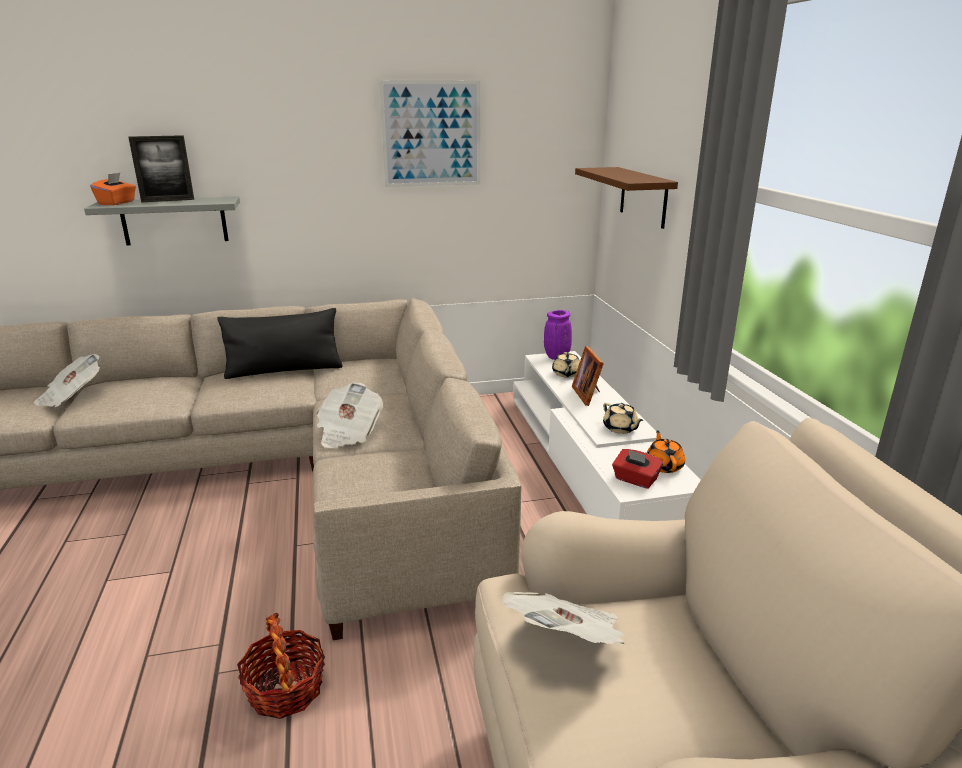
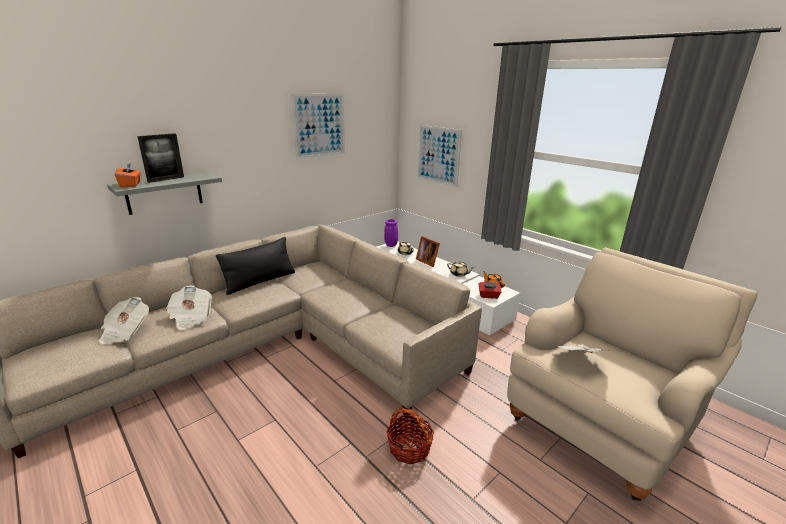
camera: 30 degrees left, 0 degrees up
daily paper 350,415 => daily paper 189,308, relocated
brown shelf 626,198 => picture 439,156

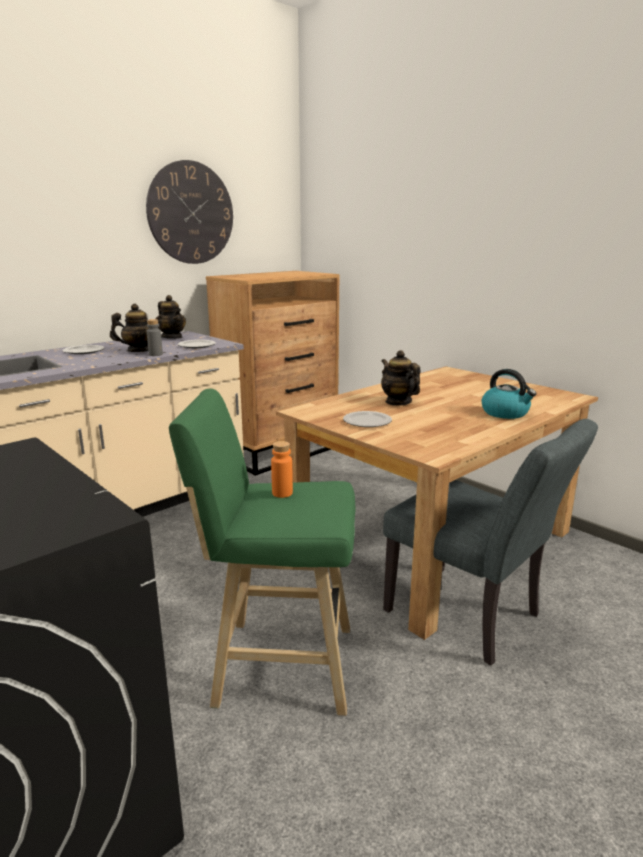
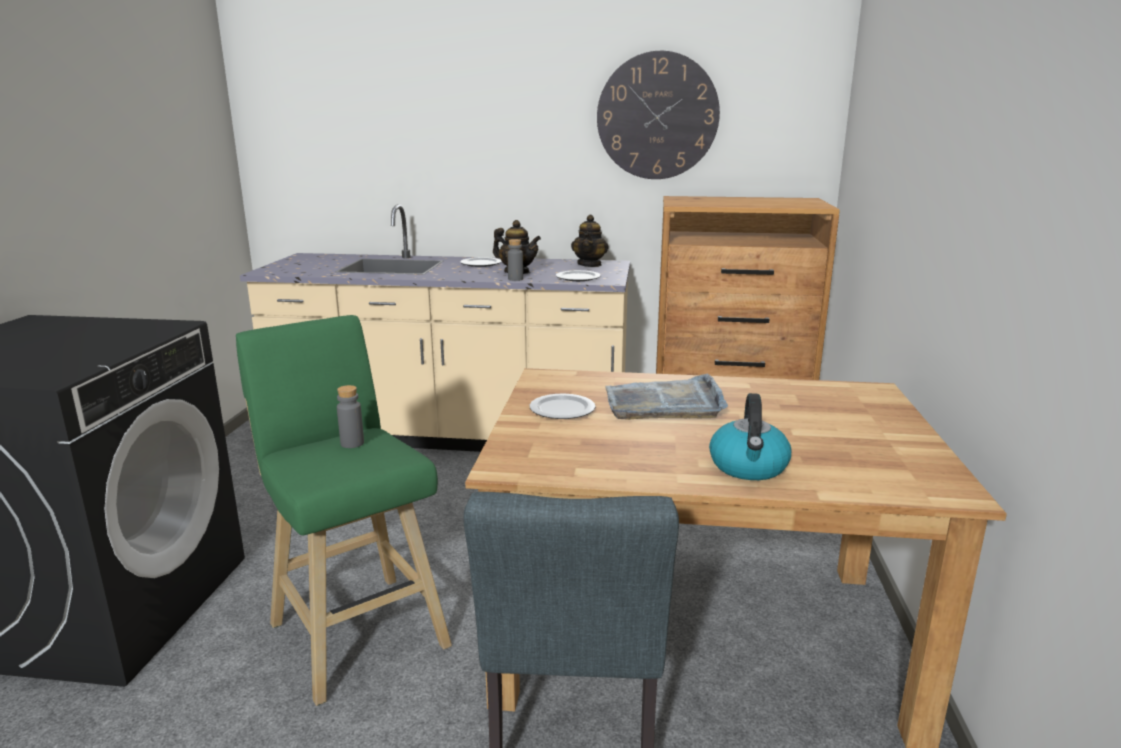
camera: 50 degrees right, 0 degrees up
orangey beverage bottle 282,469 => grey beverage bottle 350,416
tea pot 401,378 => grey serving tray 666,397

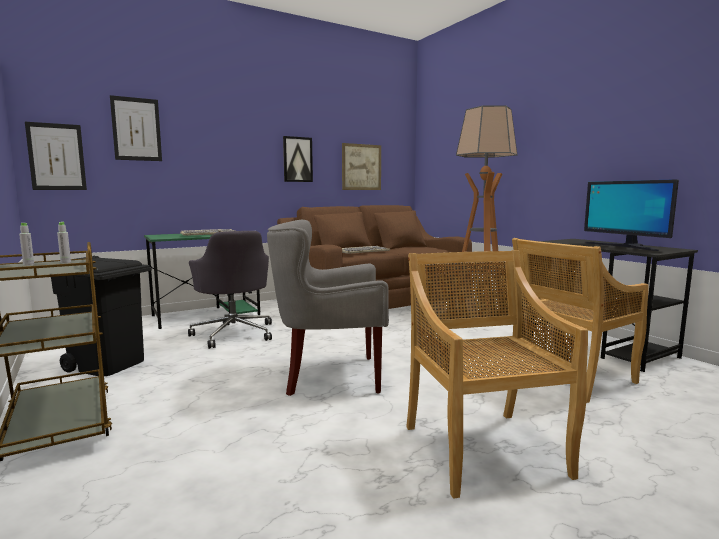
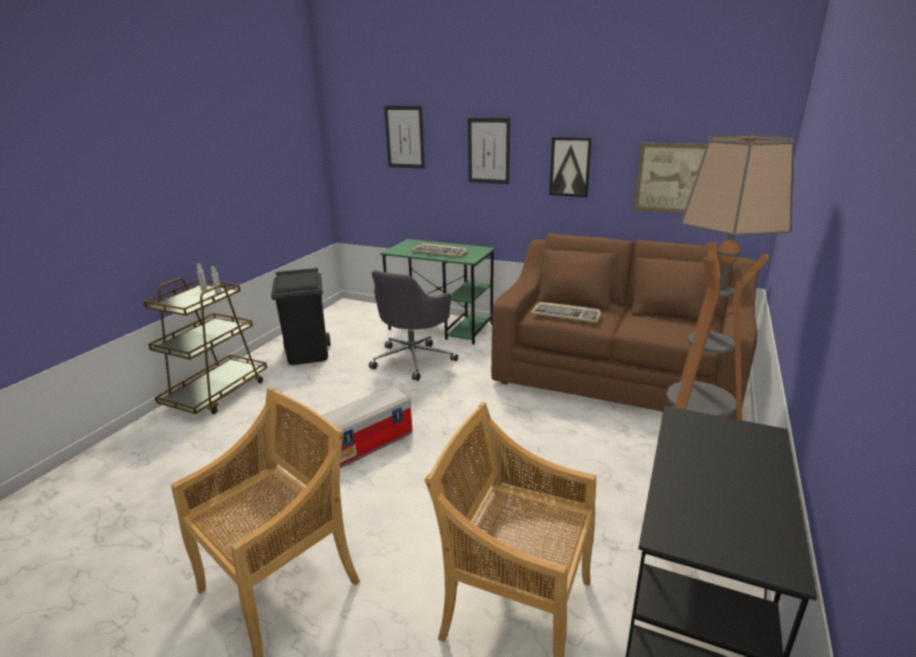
camera: 55 degrees right, 15 degrees up
picture 56,156 => picture 489,151, relocated
grey armchair 328,308 => storage container 363,427
computer screen 631,215 => nothing

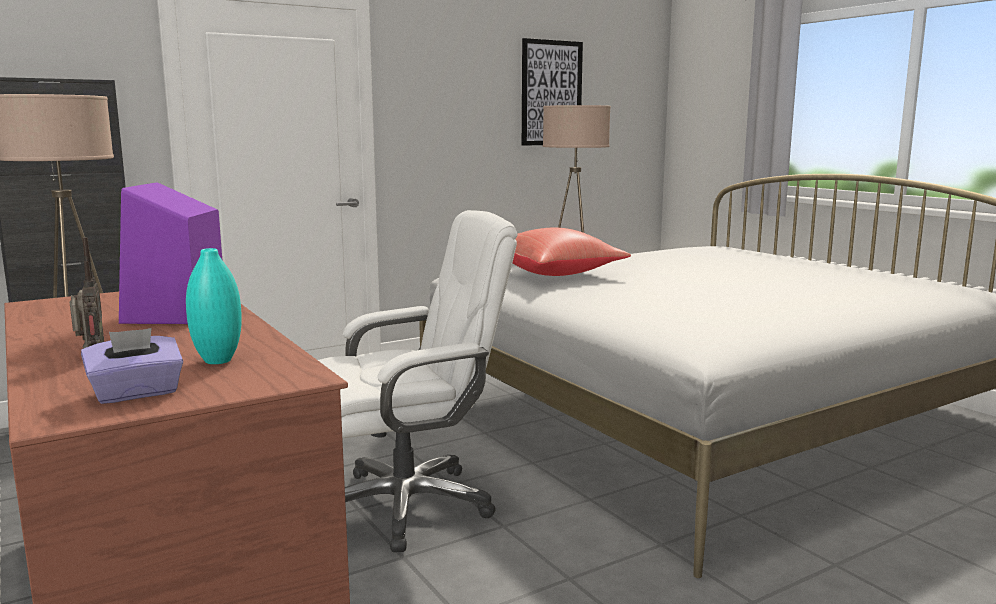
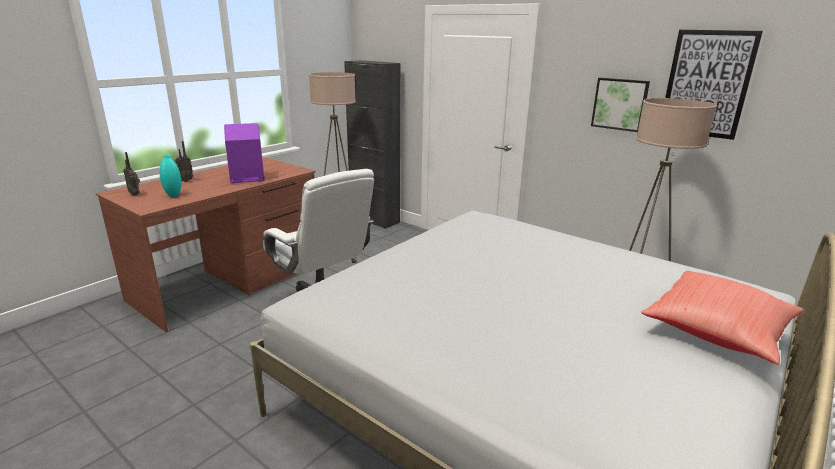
camera: 70 degrees right, 10 degrees up
purplish box of tissues 132,366 => radio 132,174
red cushion 571,252 => red cushion 722,318, relocated
nothing => picture 620,105

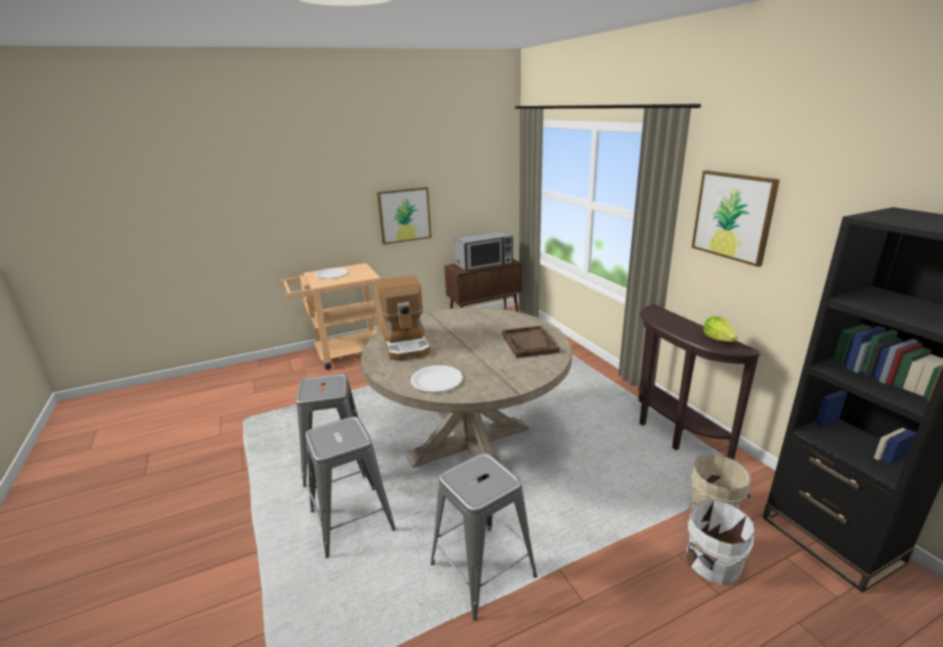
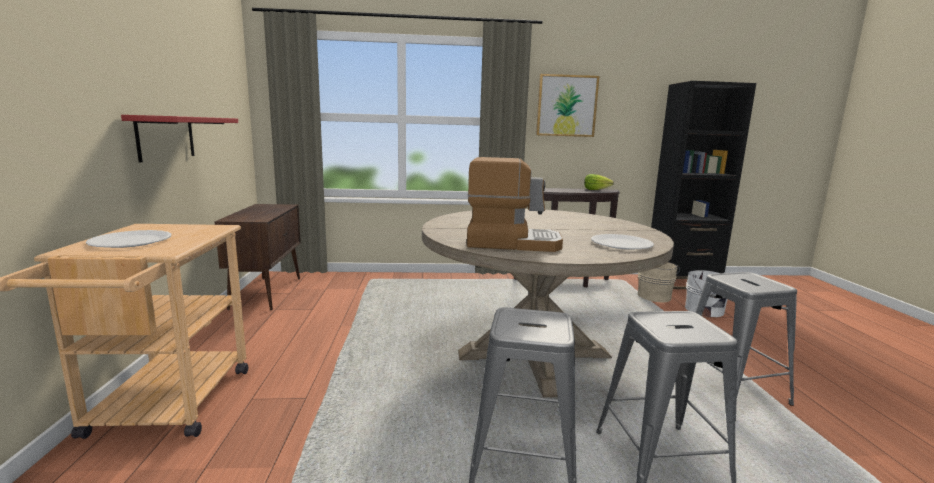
camera: 70 degrees left, 10 degrees down
picture 404,216 => red shelf 179,139
microwave 484,251 => nothing
brown serving tray 531,342 => nothing

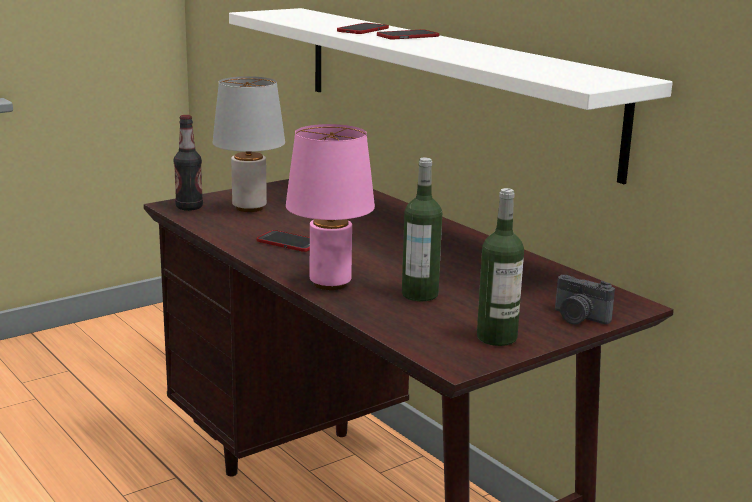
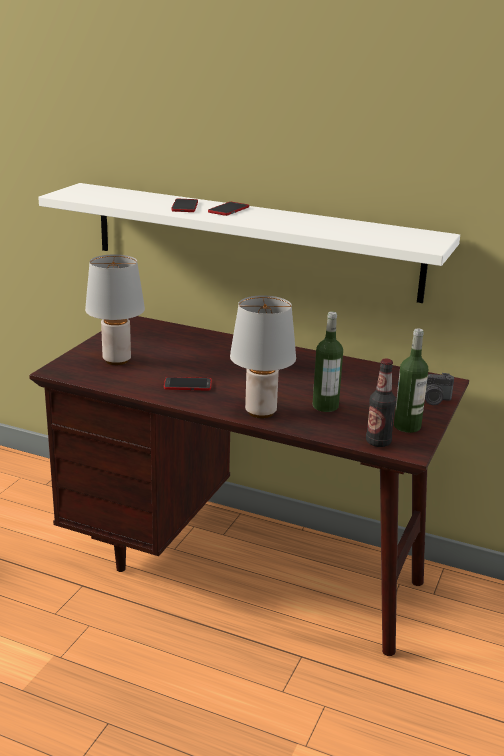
camera: 30 degrees left, 5 degrees up
beverage bottle 188,163 => beverage bottle 381,403, relocated
pinkish tabletop lamp 330,207 => grey tabletop lamp 263,356

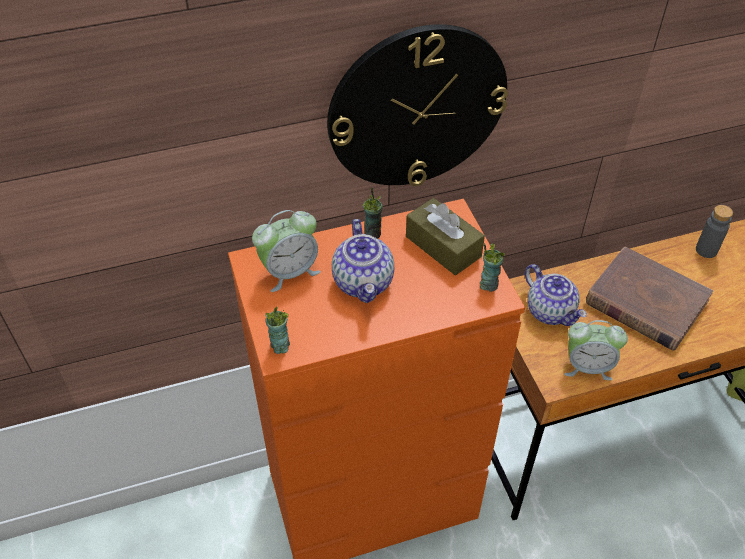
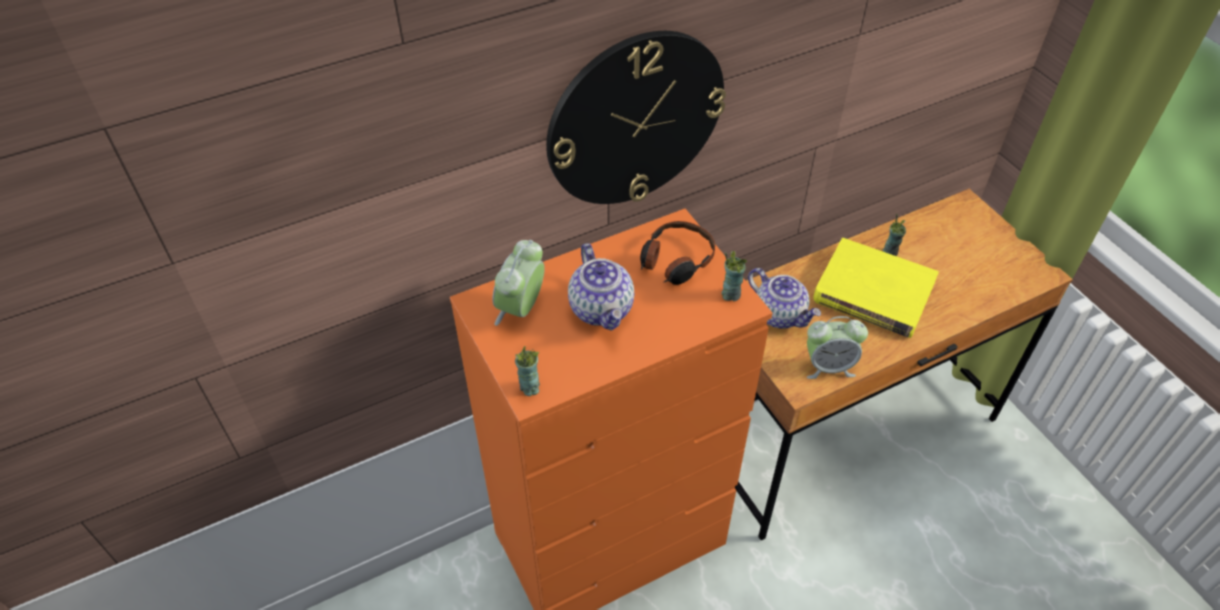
camera: 10 degrees left, 0 degrees up
bedside clock 286,251 => bedside clock 519,283, 150 degrees clockwise
small cup 373,213 => small cup 894,235, relocated
brown box of tissues 445,236 => headset 677,253
brown book 649,299 => yellowish book 876,288
grey beverage bottle 714,231 => nothing

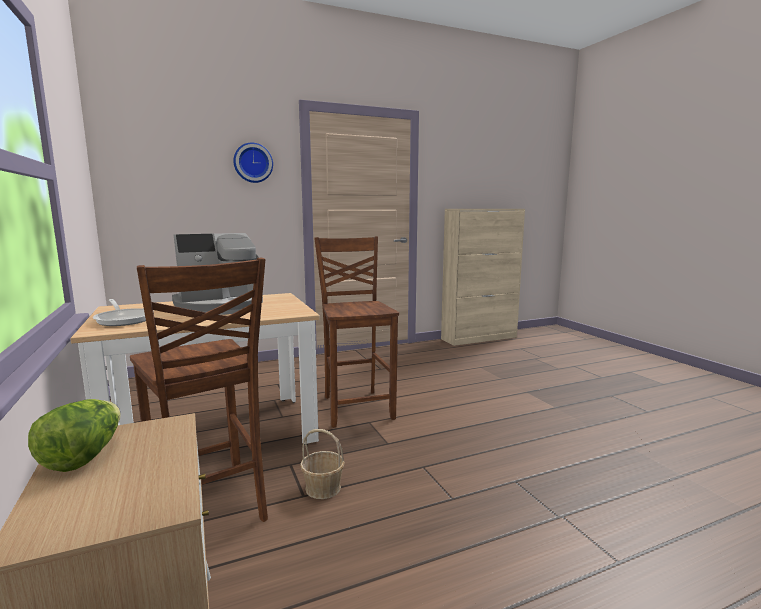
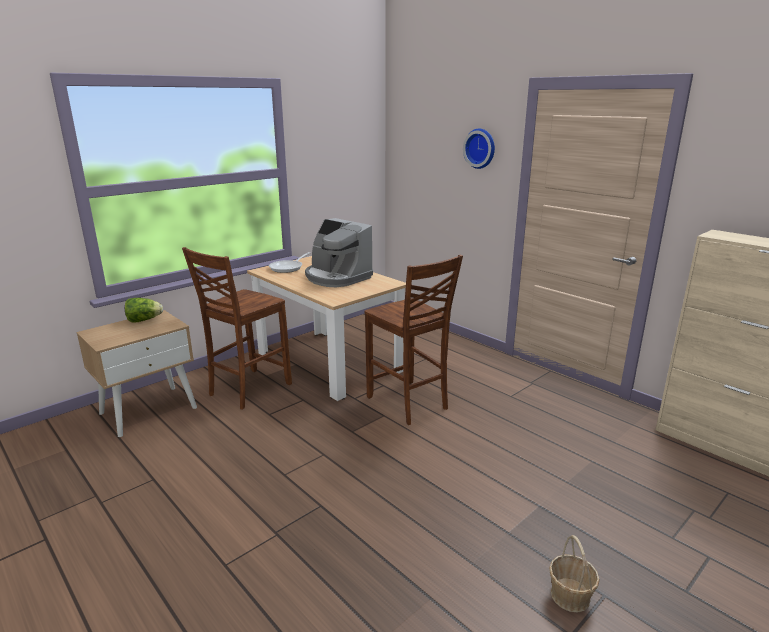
camera: 70 degrees right, 10 degrees up
household basket 322,464 => household basket 574,573, relocated
brown plain chair 356,332 => brown plain chair 413,340, 90 degrees clockwise

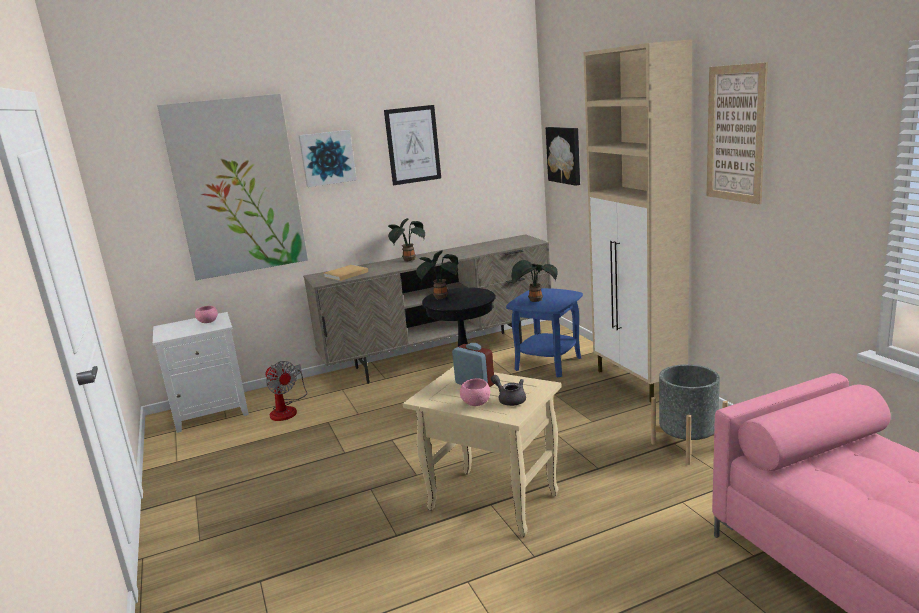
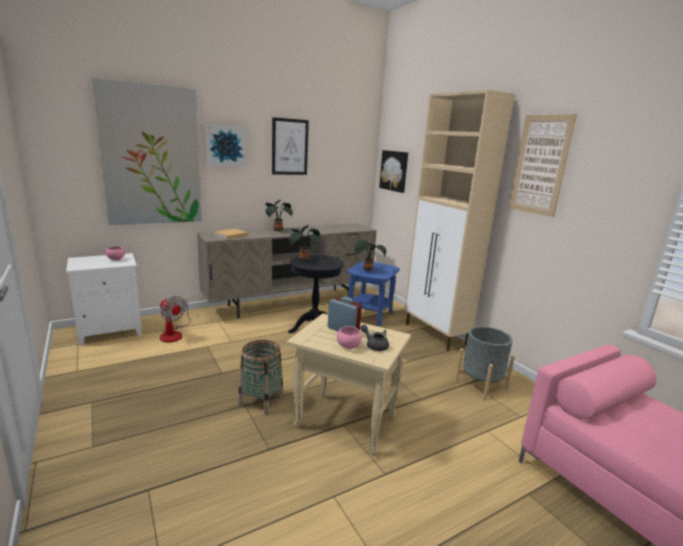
camera: 10 degrees left, 0 degrees up
nothing => household basket 260,377

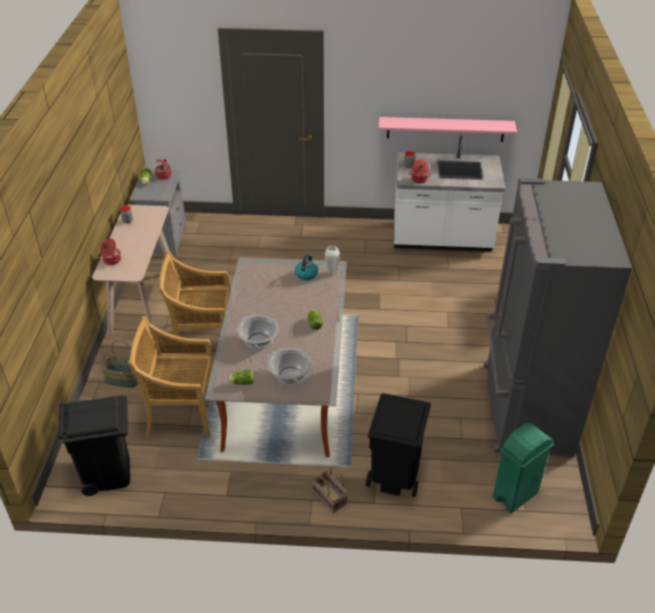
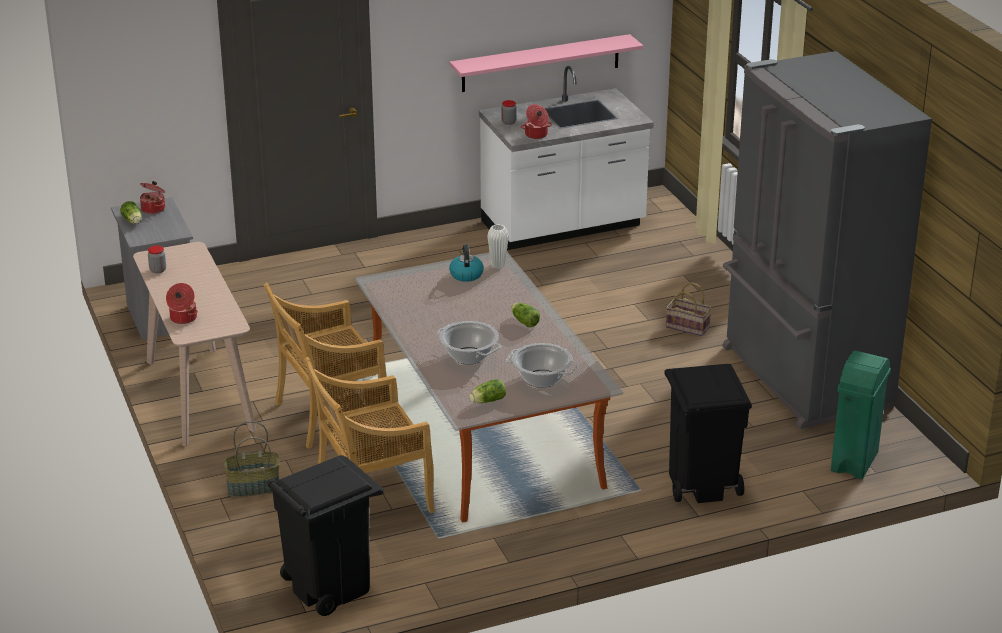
camera: 25 degrees left, 10 degrees down
household basket 330,489 => household basket 689,309, relocated

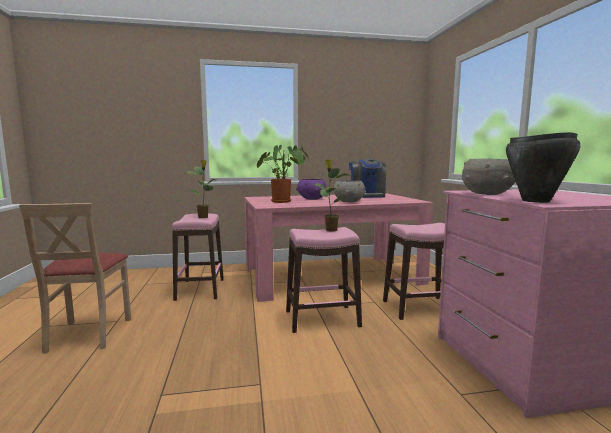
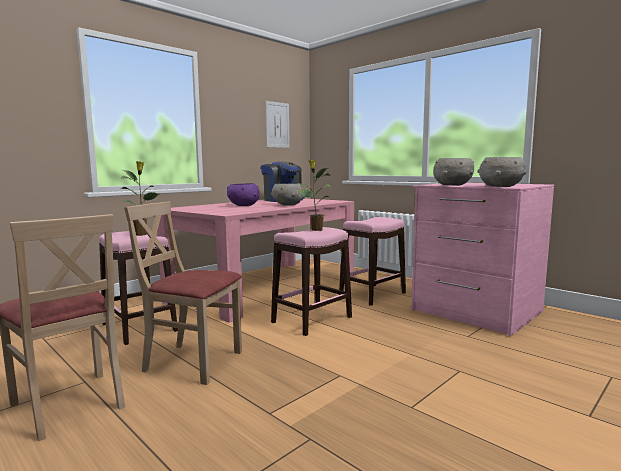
camera: 35 degrees left, 0 degrees up
potted plant 283,174 => nothing
black-coloured saucepot 543,167 => grey deep dish 502,172
nothing => beige plain chair 183,293
nothing => picture 277,124

